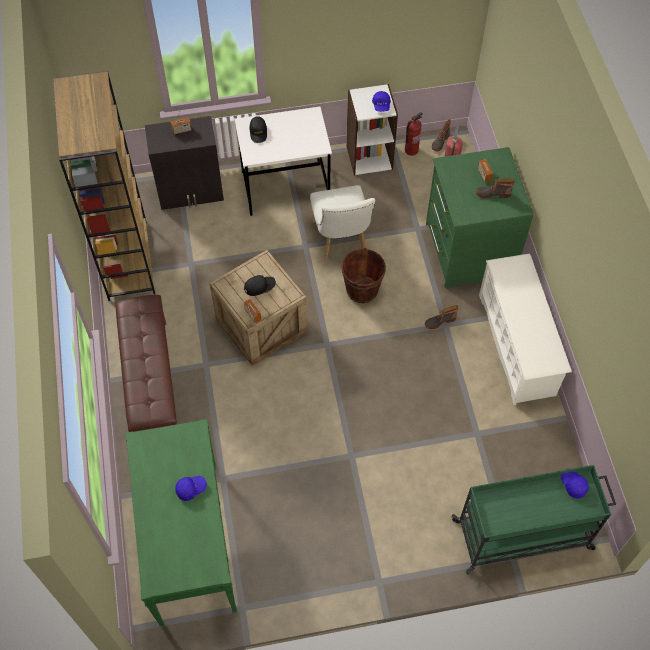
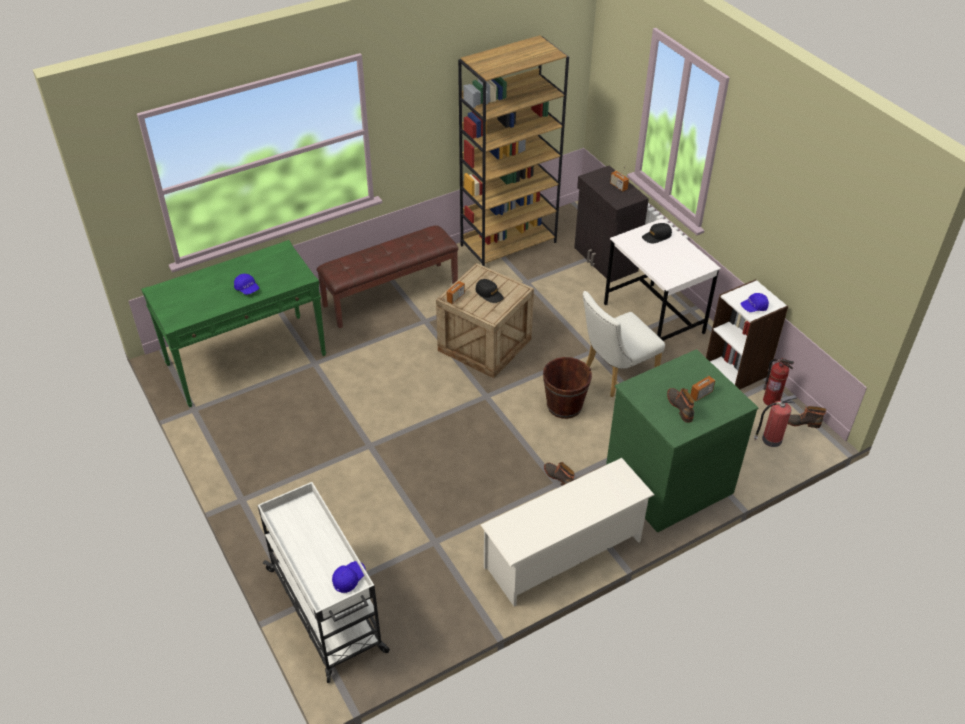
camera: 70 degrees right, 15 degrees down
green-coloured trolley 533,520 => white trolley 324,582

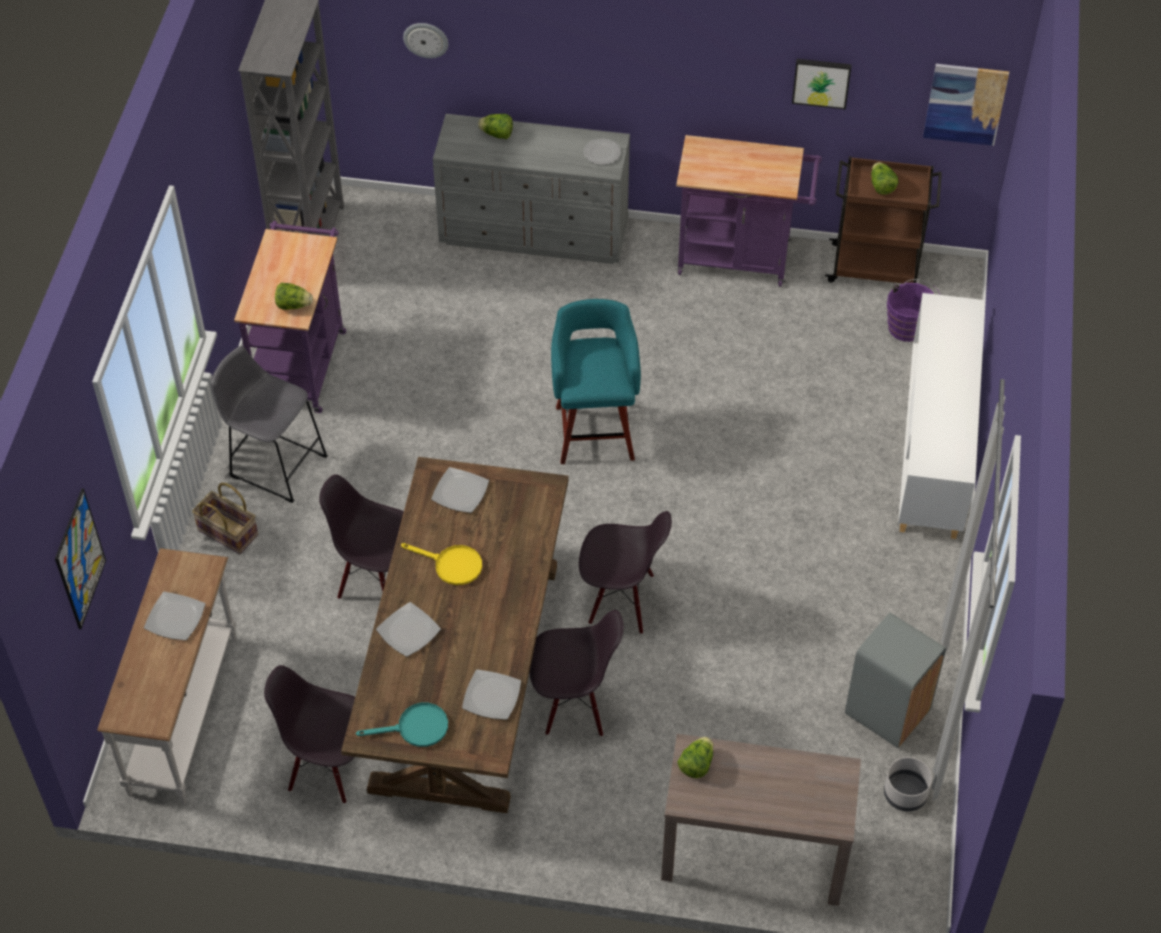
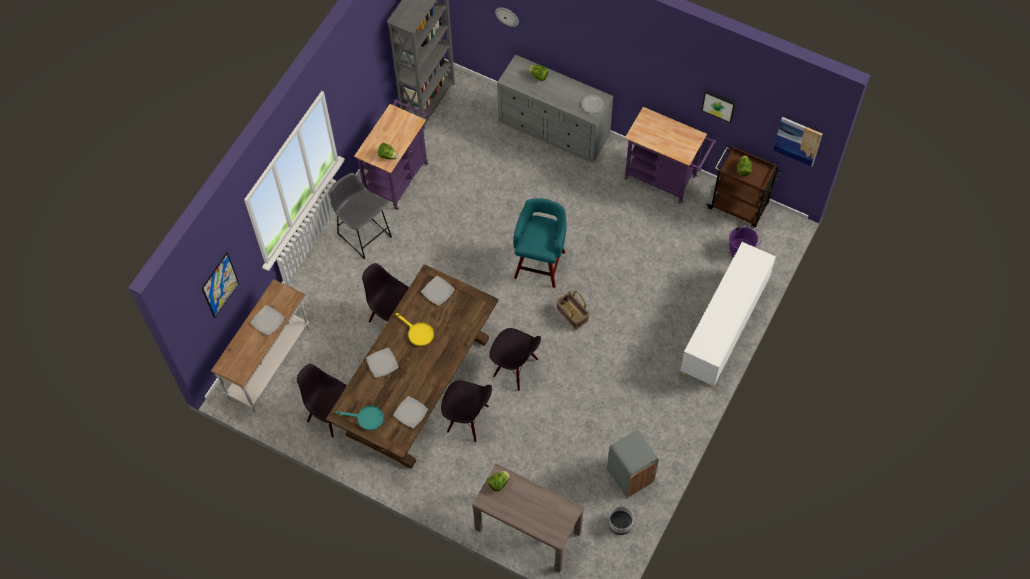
camera: 20 degrees right, 10 degrees up
household basket 225,518 => household basket 573,310, relocated

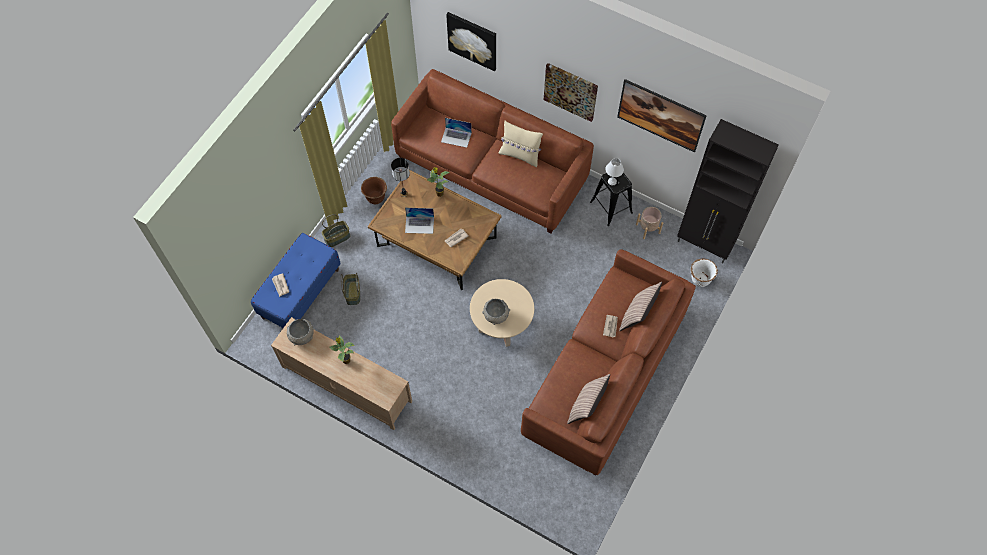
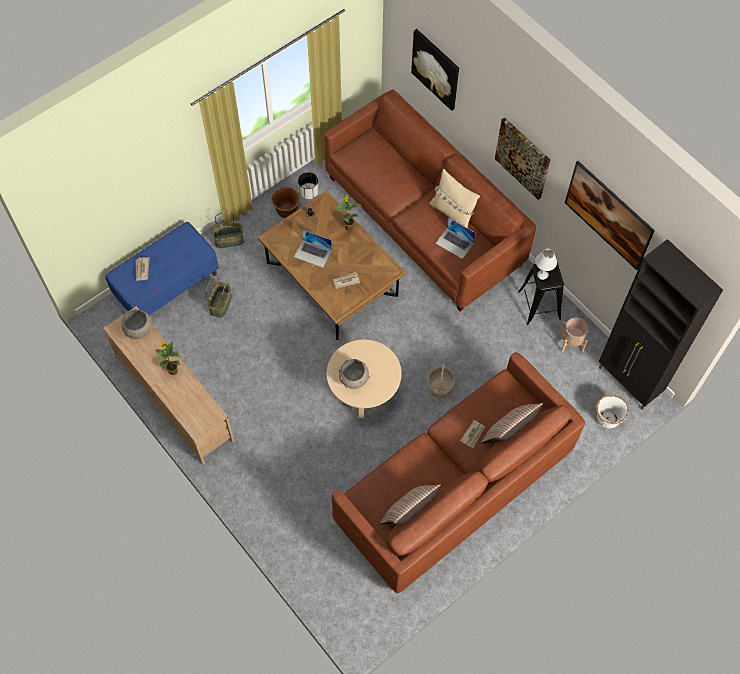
camera: 20 degrees right, 0 degrees up
laptop 456,133 => laptop 455,238, relocated
nothing => household basket 441,380

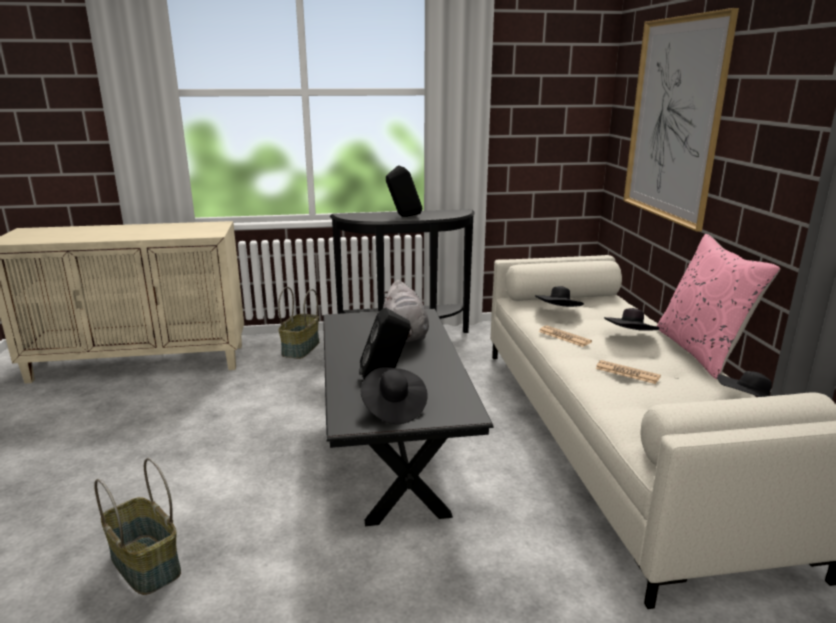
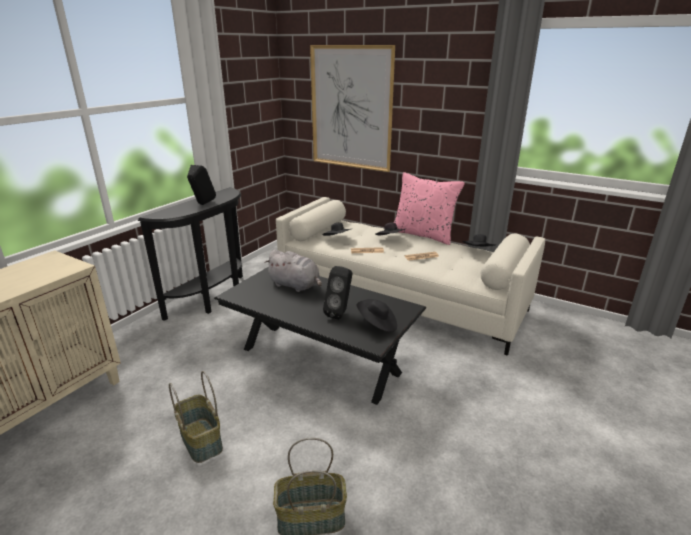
camera: 50 degrees left, 5 degrees up
household basket 298,323 => household basket 196,417, relocated

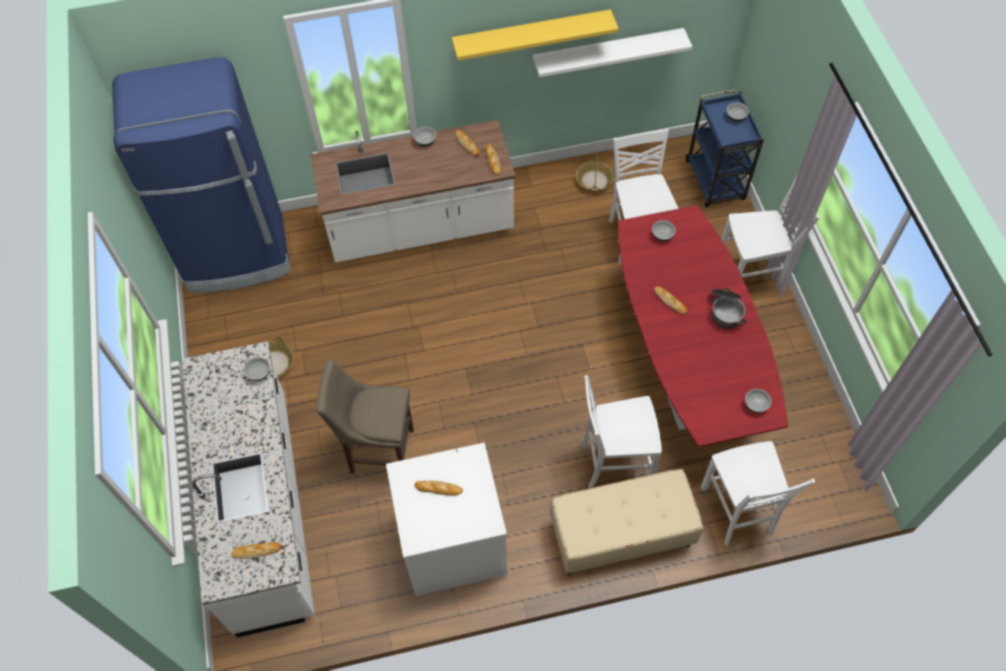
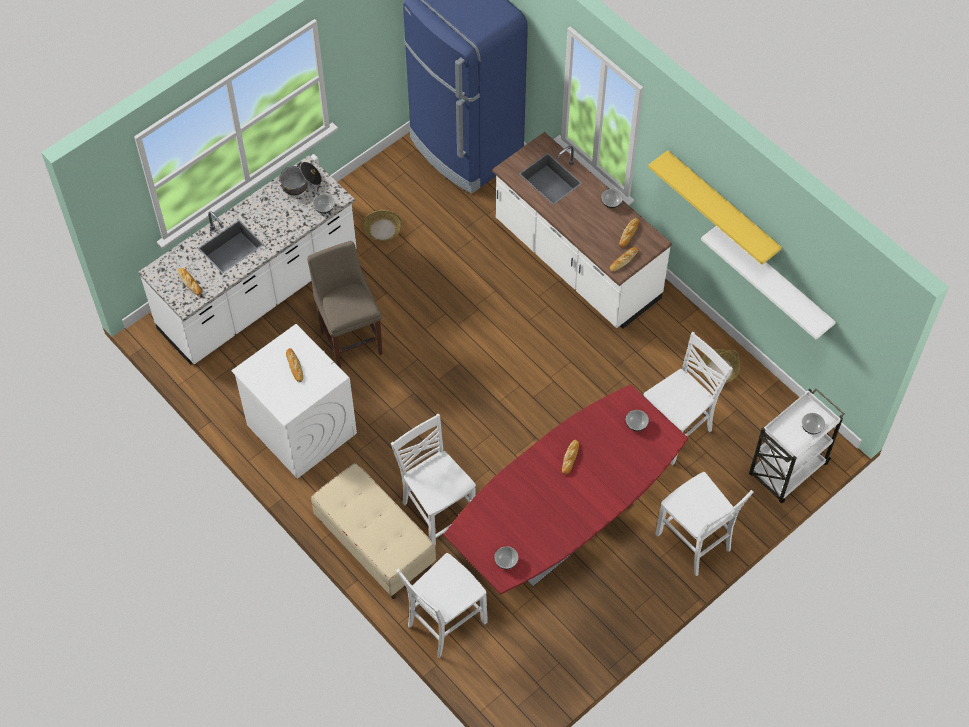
camera: 60 degrees right, 0 degrees up
bluish trolley 725,148 => white trolley 797,445
saucepot 729,308 => saucepot 301,178, relocated

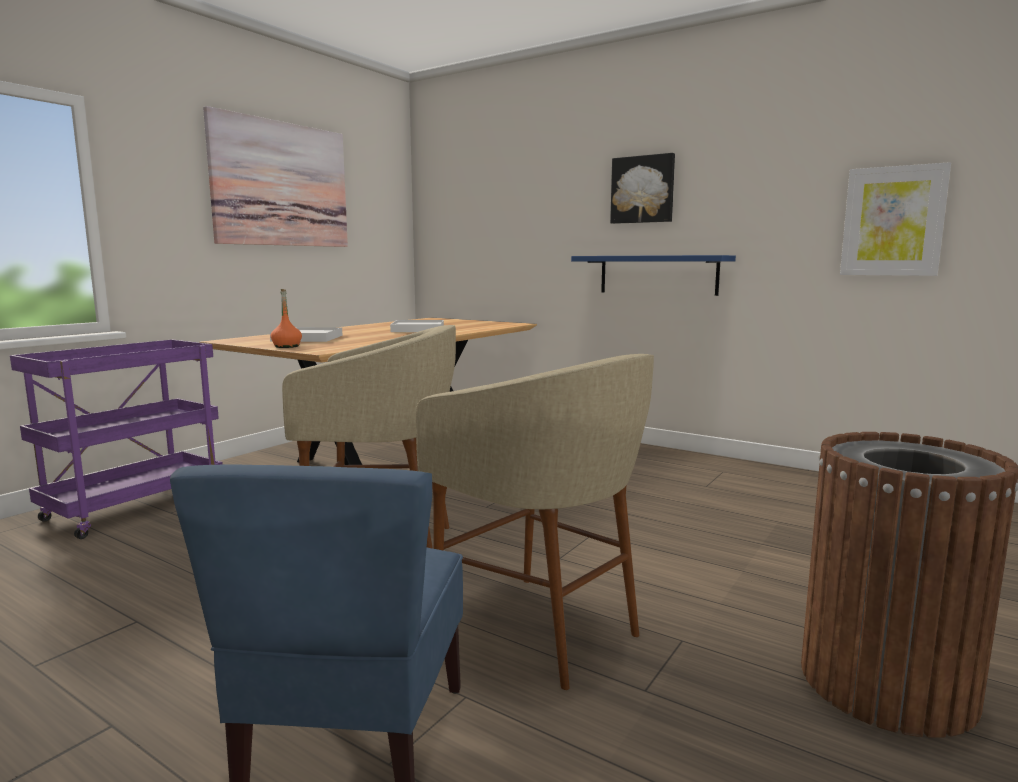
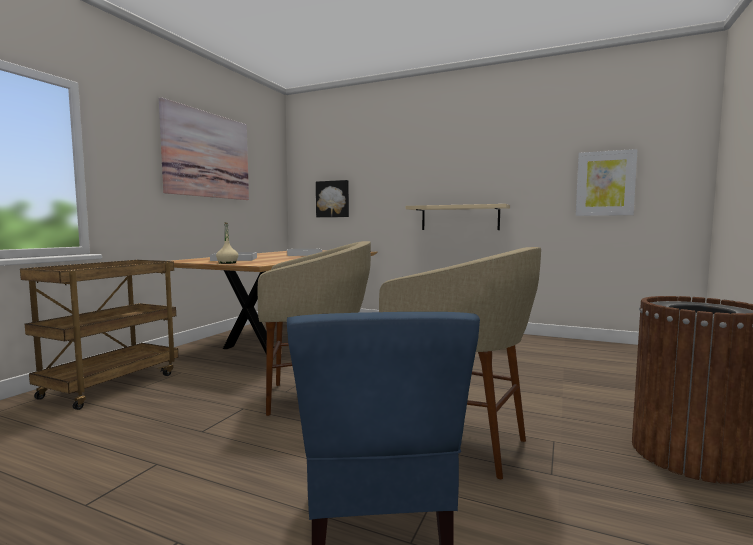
camera: 10 degrees left, 5 degrees down
purplish trolley 116,439 => brown trolley 99,335
orangey beverage bottle 286,318 => beige beverage bottle 227,243
bluish shelf 653,275 => beige shelf 458,217
picture 642,188 => picture 332,198, relocated

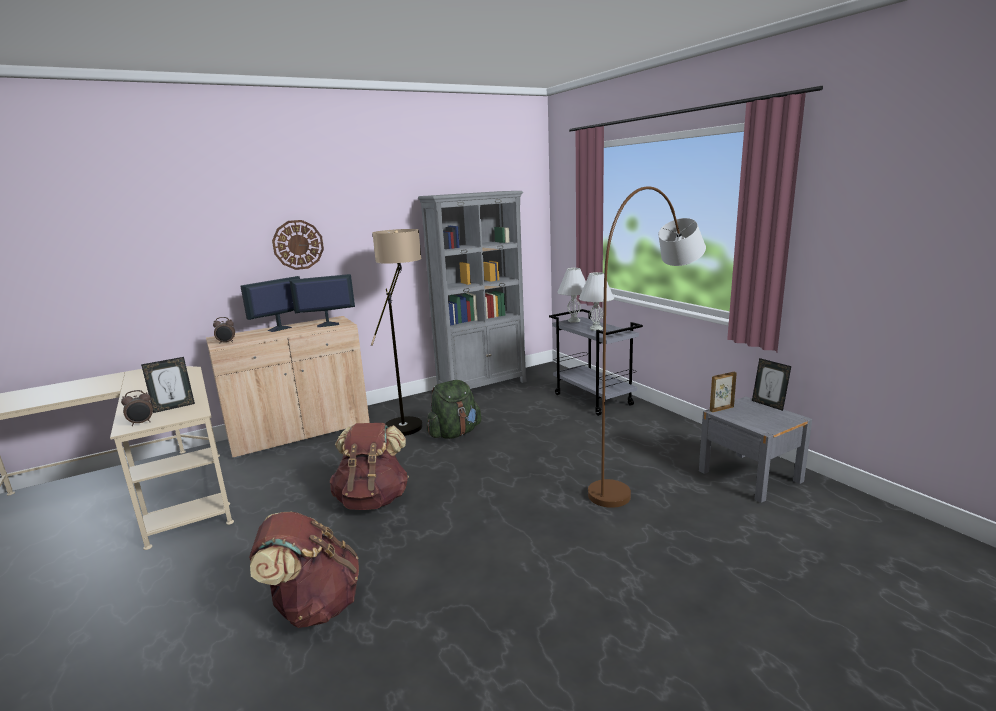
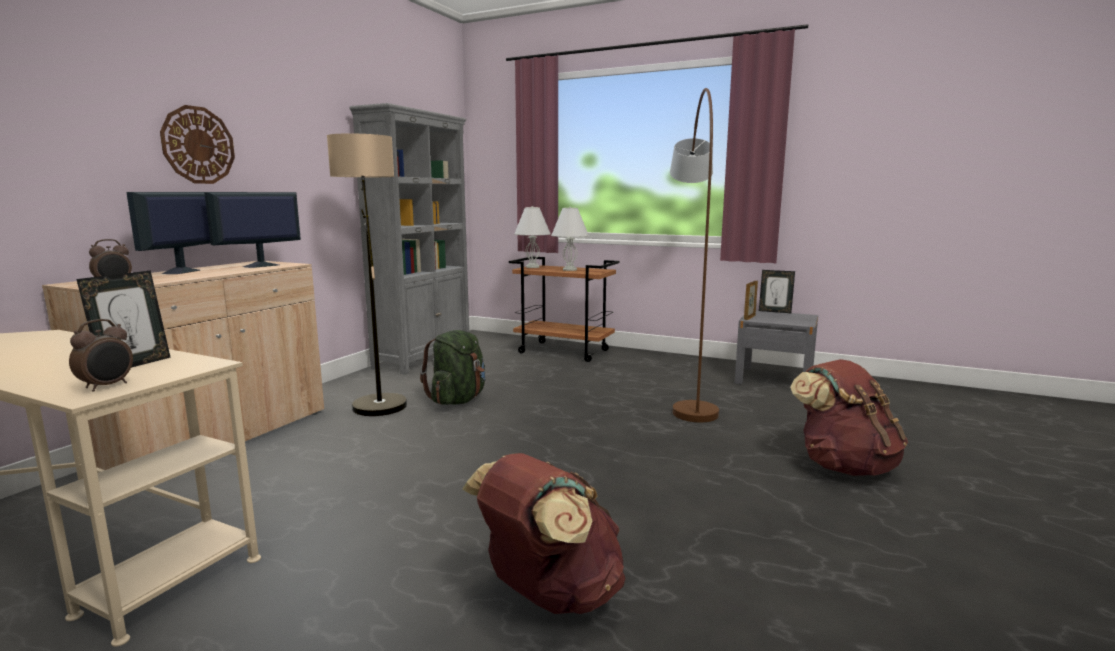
camera: 35 degrees left, 5 degrees down
brown rucksack 369,466 => brown rucksack 849,417, relocated
grey trolley 596,362 => brown trolley 564,309

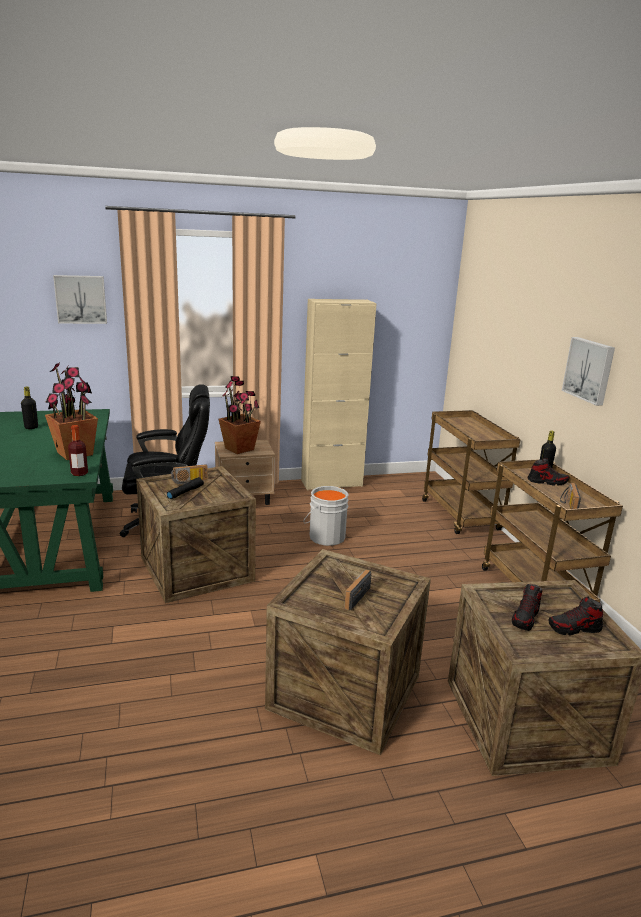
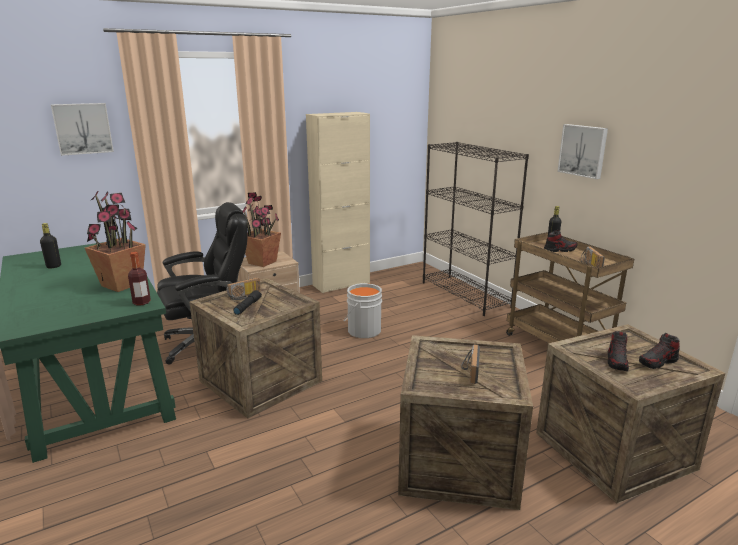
camera: 15 degrees left, 0 degrees up
brown trolley 471,472 => black-coloured bookcase 476,229

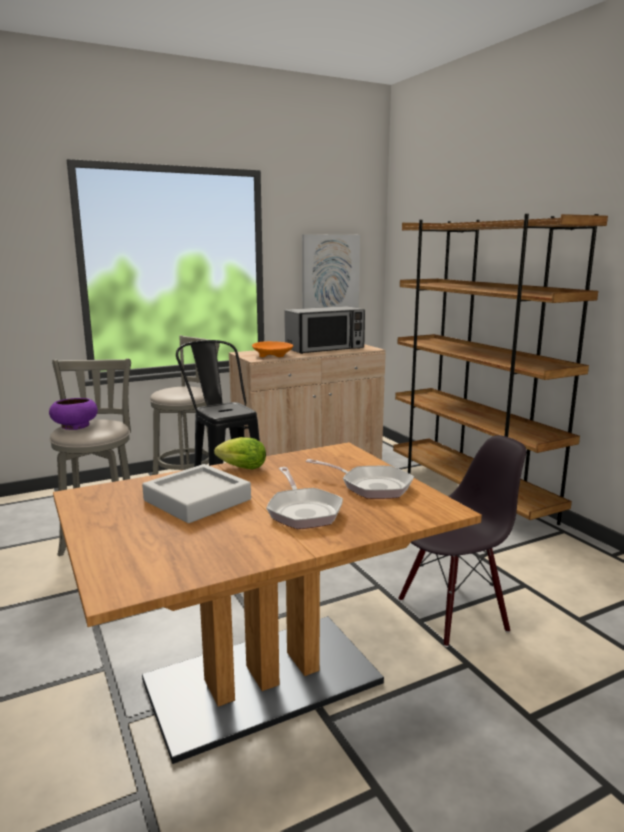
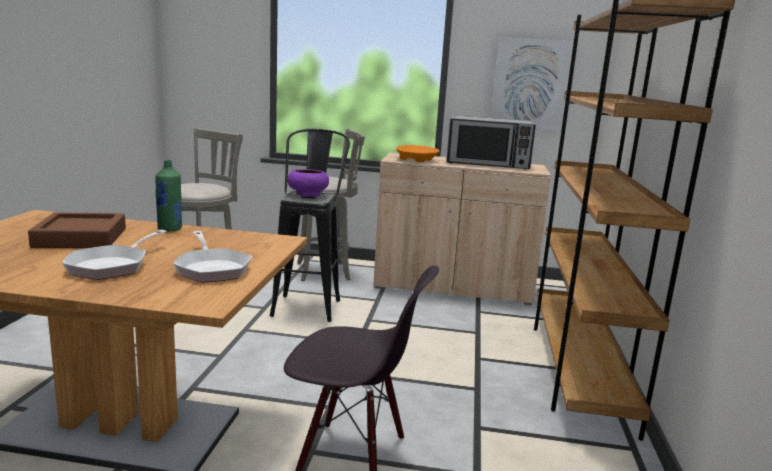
camera: 35 degrees right, 0 degrees up
purplish deep dish 73,414 => purplish deep dish 308,183, relocated
grey serving tray 196,493 => brown serving tray 77,230
lettuce 240,453 => green-coloured beverage bottle 168,196

